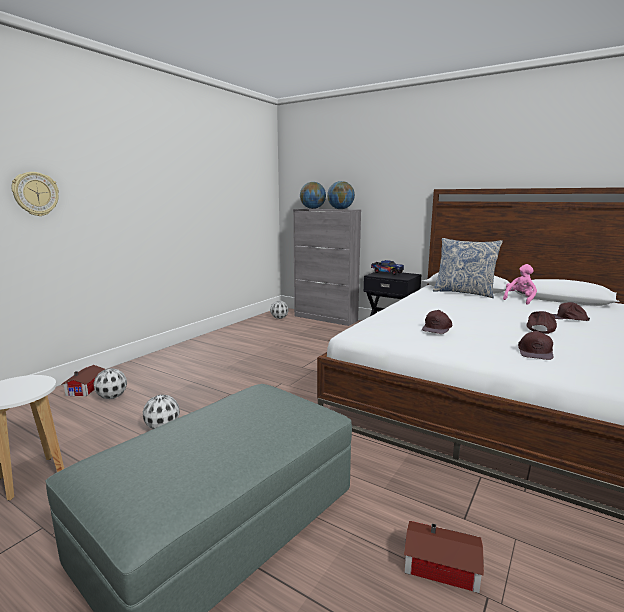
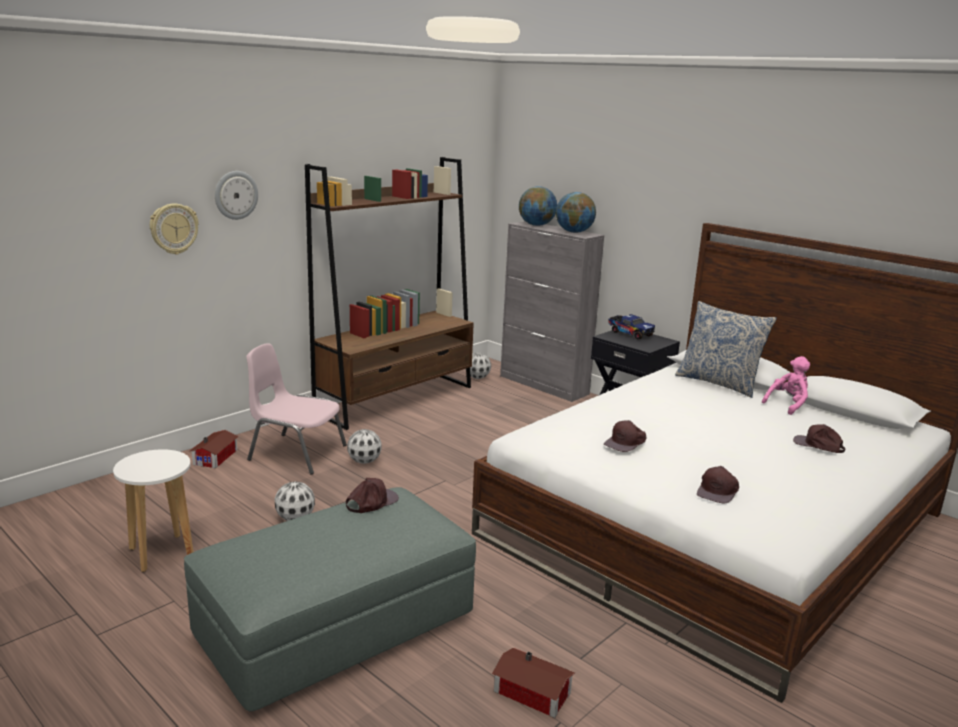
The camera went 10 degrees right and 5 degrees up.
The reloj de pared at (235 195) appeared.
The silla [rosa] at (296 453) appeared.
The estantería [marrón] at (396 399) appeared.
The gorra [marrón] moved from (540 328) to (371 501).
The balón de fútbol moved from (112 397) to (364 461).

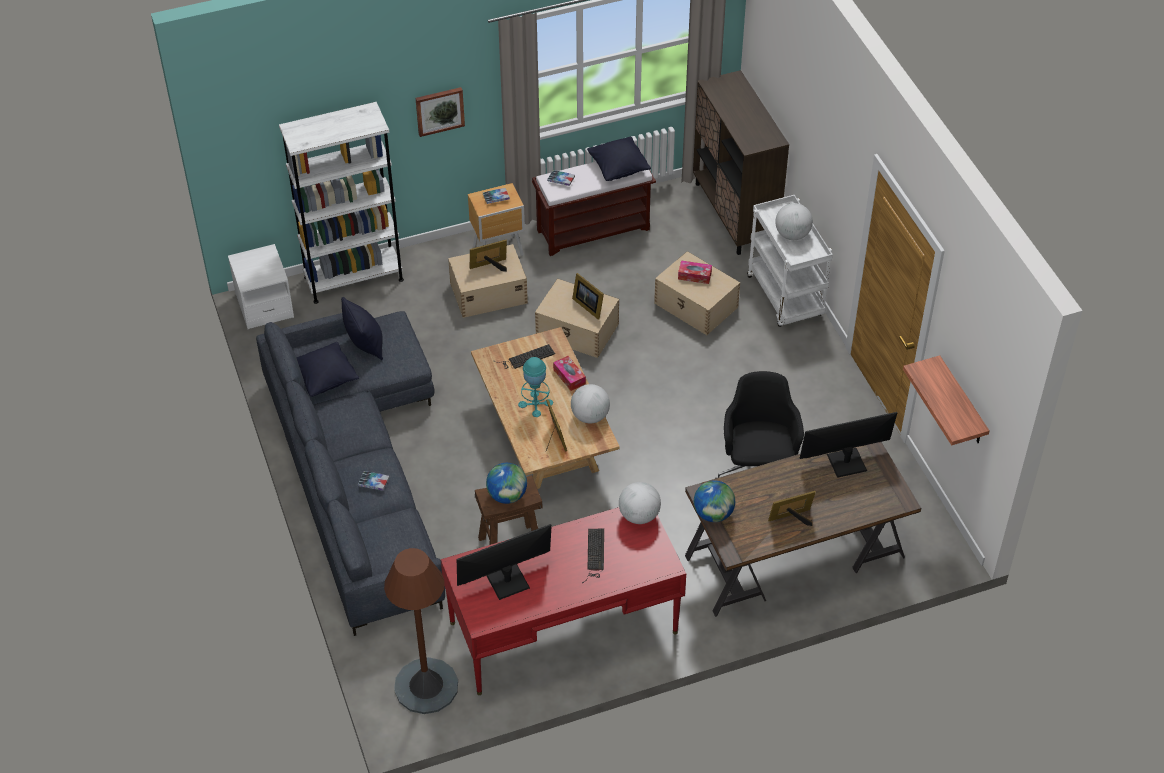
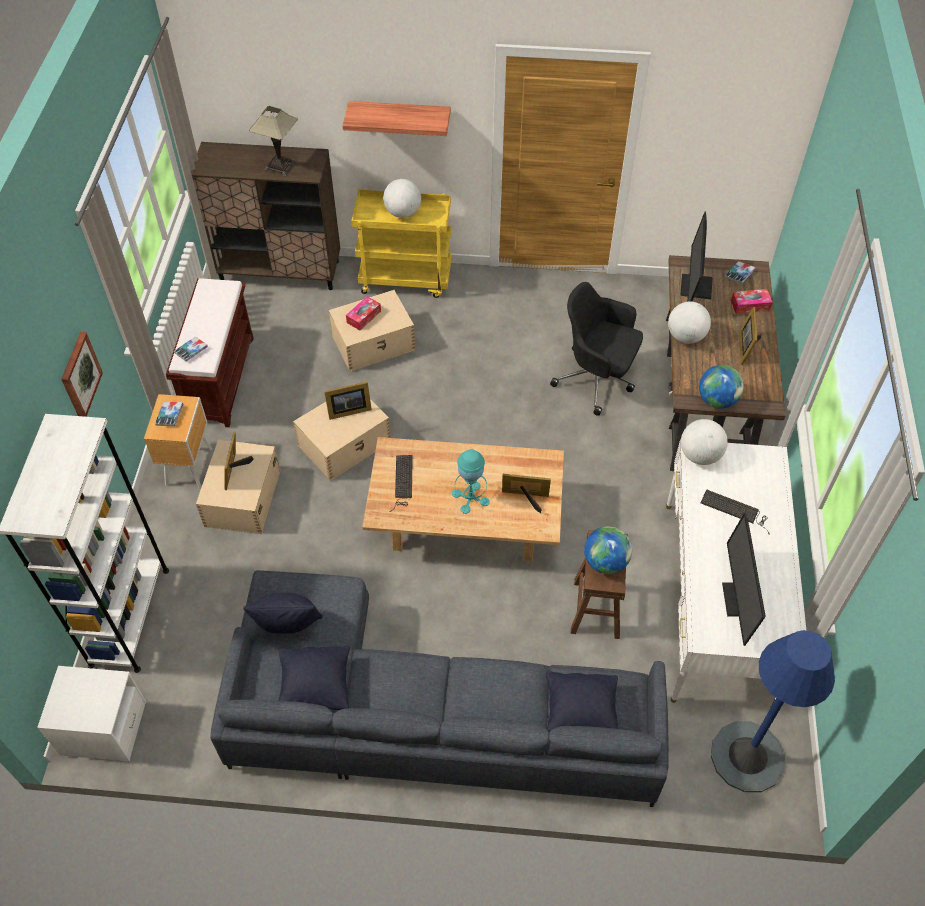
The camera went 65 degrees left and 5 degrees up.
The lámpara de mesa at (280 165) appeared.
The estante moved from (962 403) to (400 117).
The carrito [blanco] at (786 297) became the carrito [amarillo] at (406 279).
The cojín [negro] moved from (618 169) to (580 714).
The escritorio [rojo] at (563 627) became the escritorio [blanco] at (717 601).
The globo terráqueo moved from (590 416) to (685 336).
The lámpara de pie [marrón] at (426 686) became the lámpara de pie [azul] at (747 757).
The libro moved from (373 483) to (739 274).
The caja de pañuelos moved from (569 377) to (750 305).

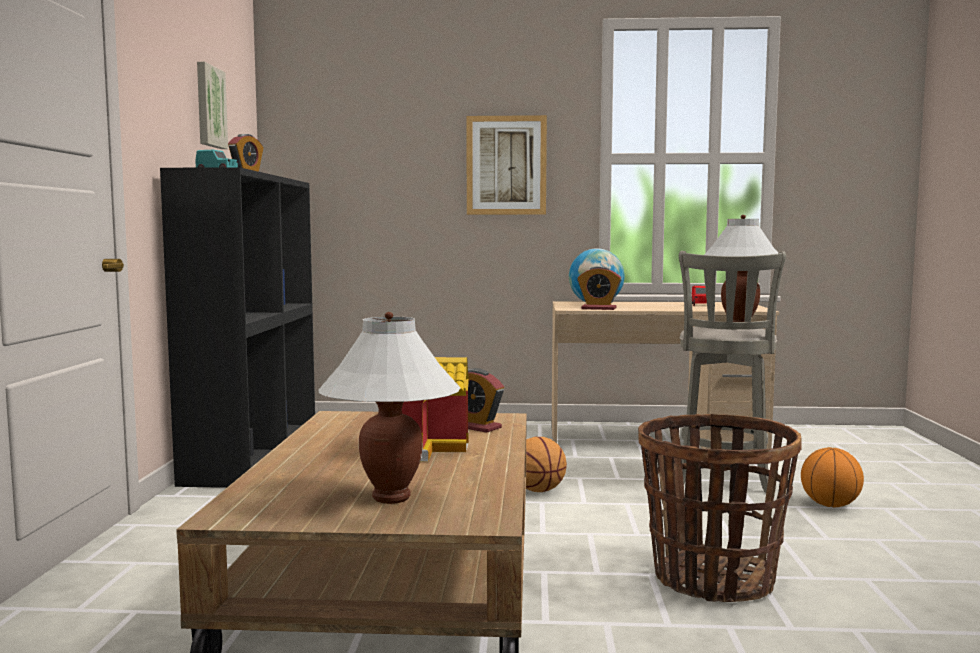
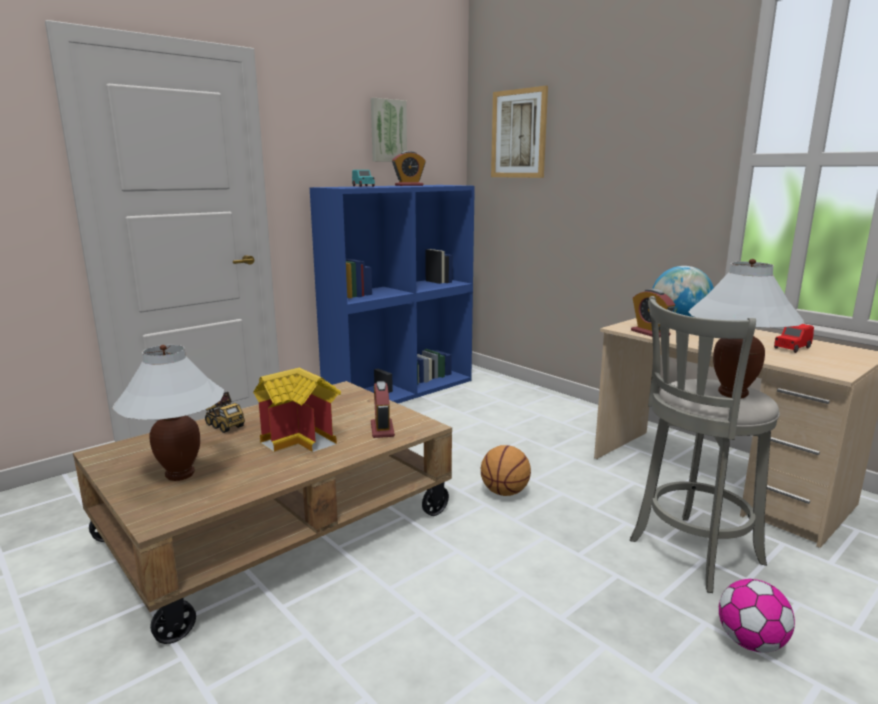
The camera went 45 degrees right and 10 degrees up.
The camión de juguete at (224 425) appeared.
The estantería [negro] at (253 454) became the estantería [azul] at (400 390).
The cuadro moved from (506 165) to (518 134).
The balón de baloncesto at (830 505) was replaced by the balón de fútbol at (750 642).
The cesta at (712 579) disappeared.

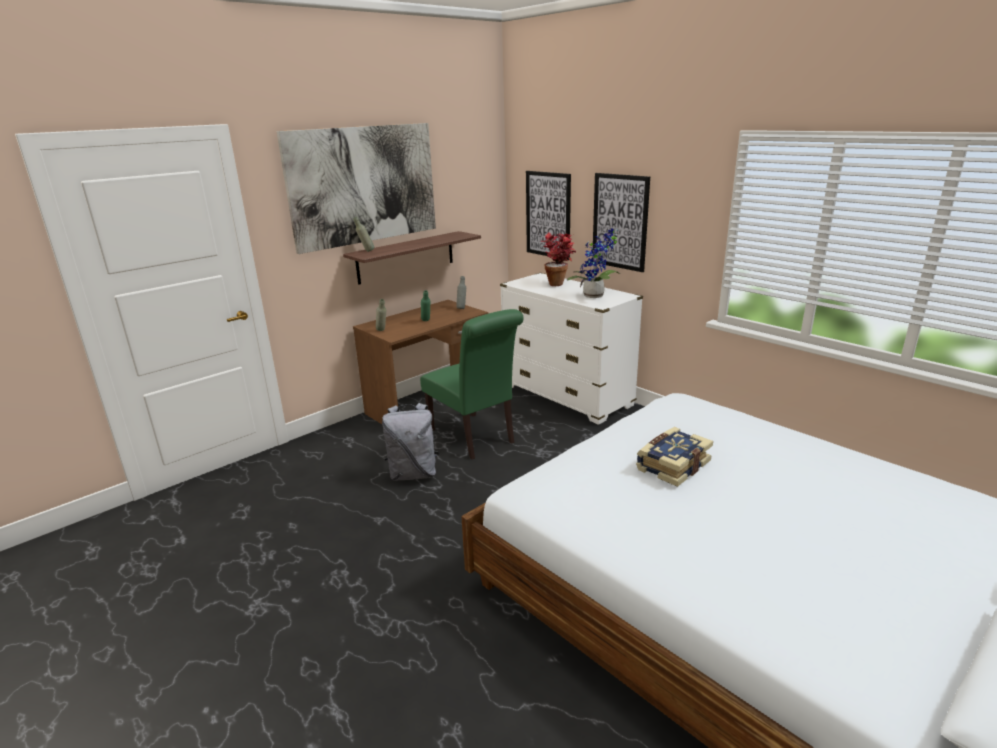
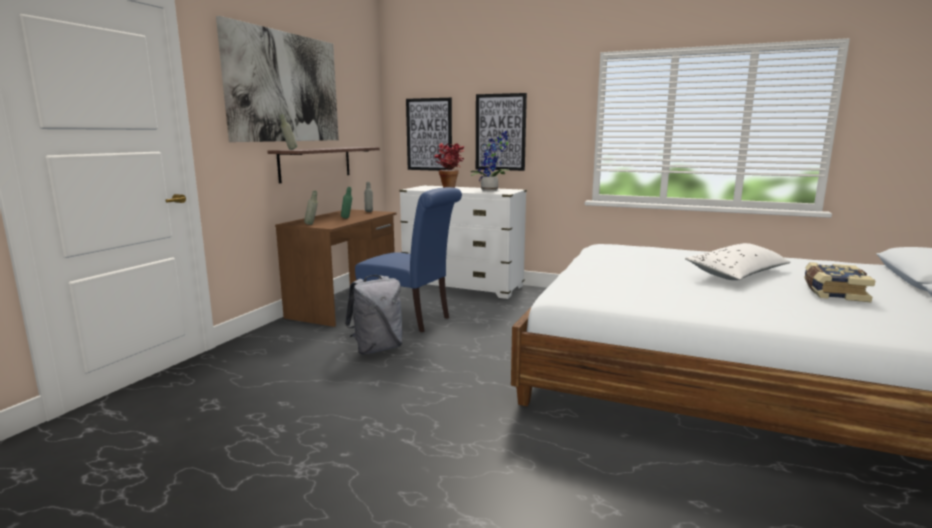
The camera went 25 degrees left and 10 degrees down.
The silla [verde] at (475 438) became the silla [azul] at (411 319).
The cojín [blanco] at (737 273) appeared.
The libro moved from (672 465) to (833 292).

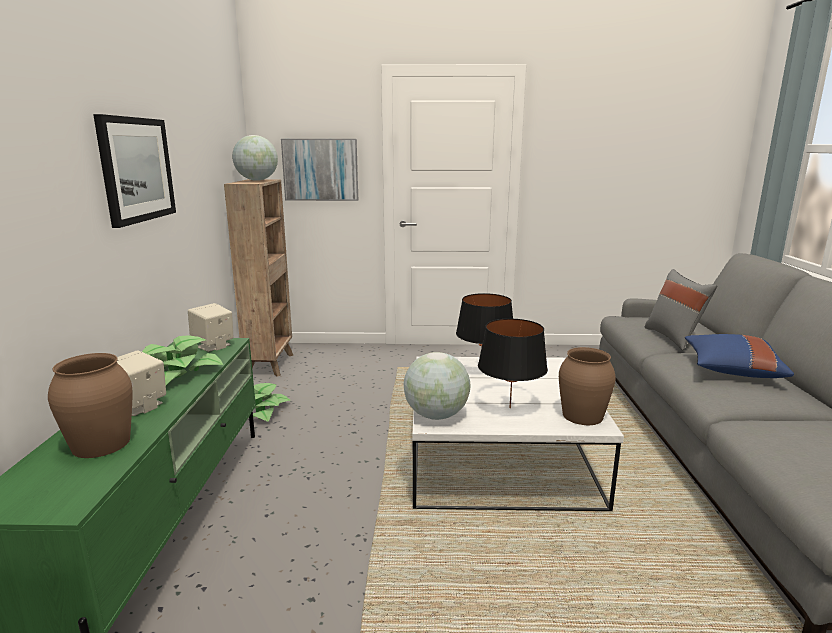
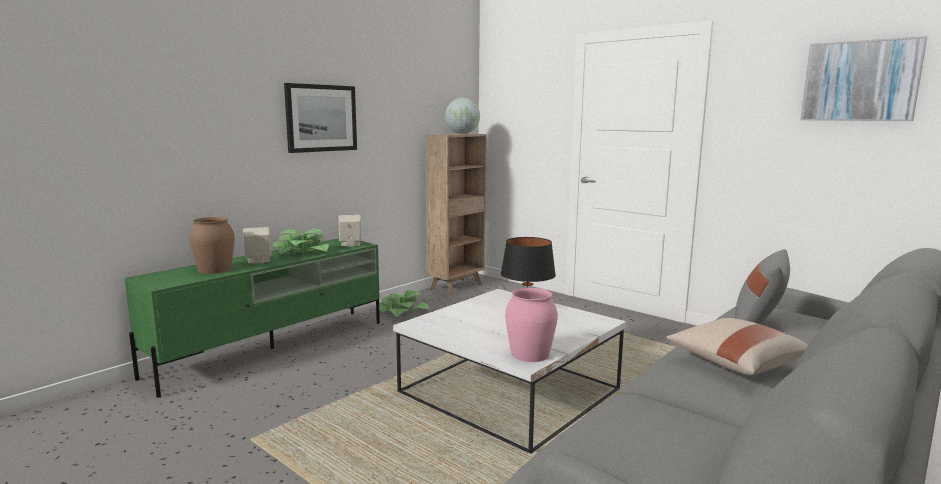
The camera went 40 degrees right and 5 degrees down.
The florero [marrón] at (582 416) became the florero [rosa] at (529 354).
The cojín [azul] at (731 370) became the cojín [beis] at (734 362).
The cuadro moved from (320 169) to (860 81).
The globo terráqueo at (436 415) disappeared.
The lámpara de mesa [negro] at (510 408) disappeared.

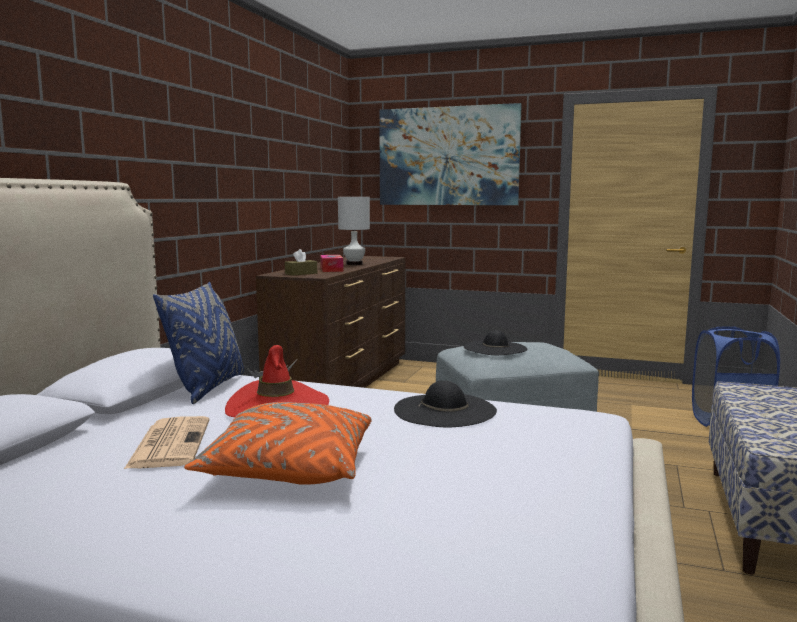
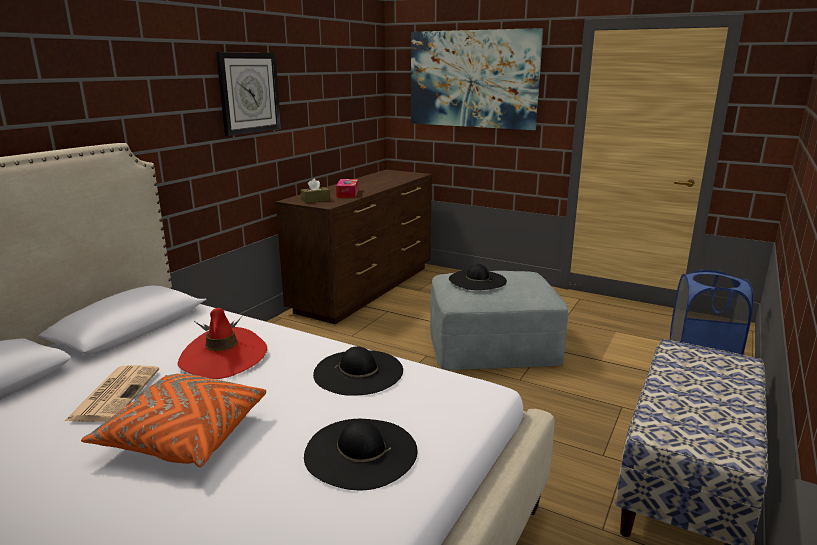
The camera went 10 degrees right and 10 degrees up.
The reloj de pared at (249 93) appeared.
The sombrero [negro] at (360 452) appeared.
The cojín [azul] at (207 387) disappeared.
The lámpara de mesa [blanco] at (354 264) disappeared.

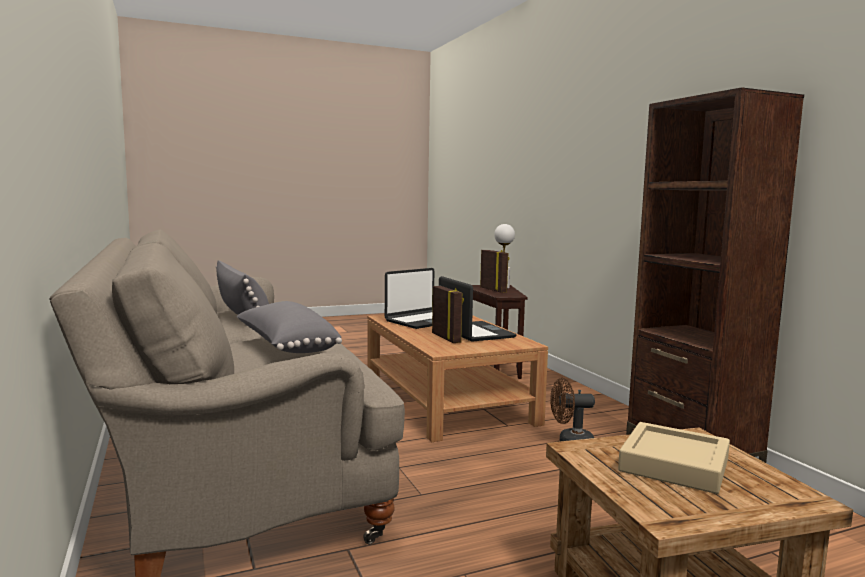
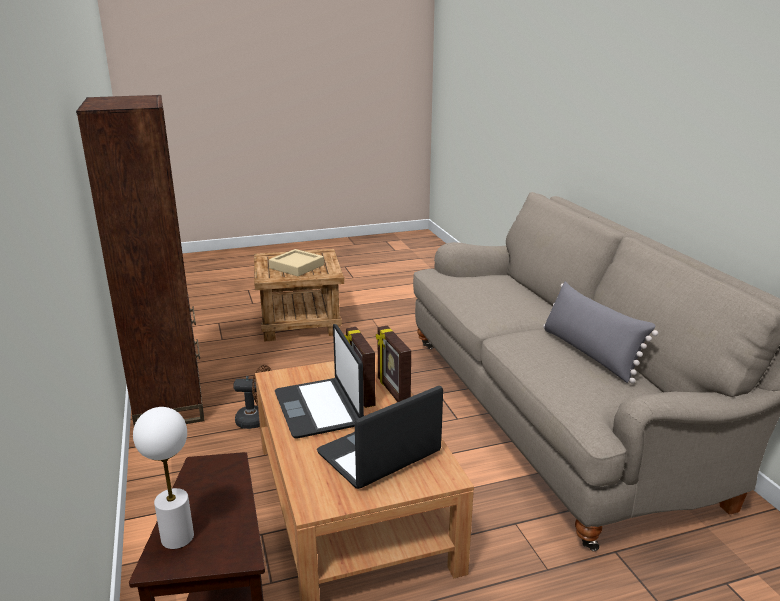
The camera went 175 degrees left and 15 degrees up.
The portarretratos moved from (493 290) to (392 391).
The cojín [gris] at (285 346) disappeared.

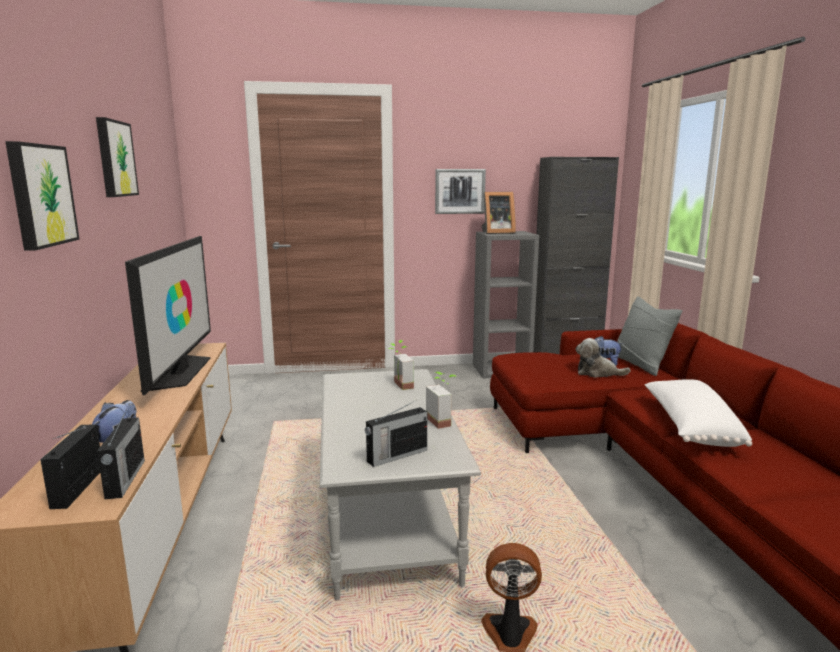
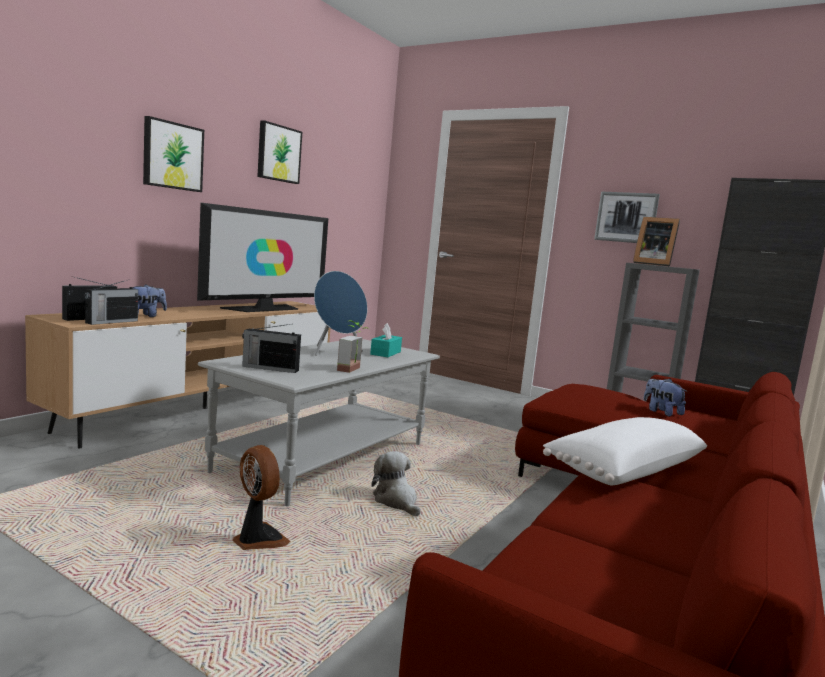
The camera went 40 degrees right and 5 degrees down.
The altavoz [azul] at (335 352) appeared.
The planta en maceta at (399 385) was replaced by the caja de pañuelos [turquesa] at (385 353).
The peluche moved from (597 373) to (396 501).
The cojín [gris] at (641 364) disappeared.

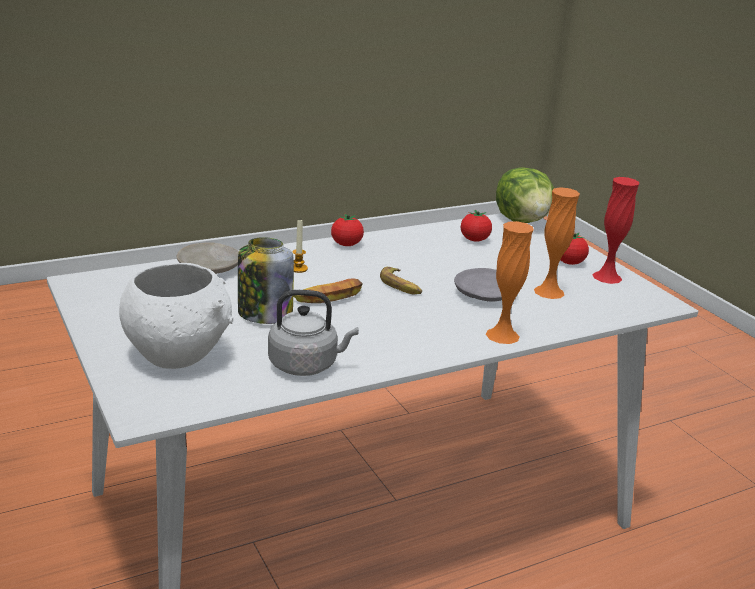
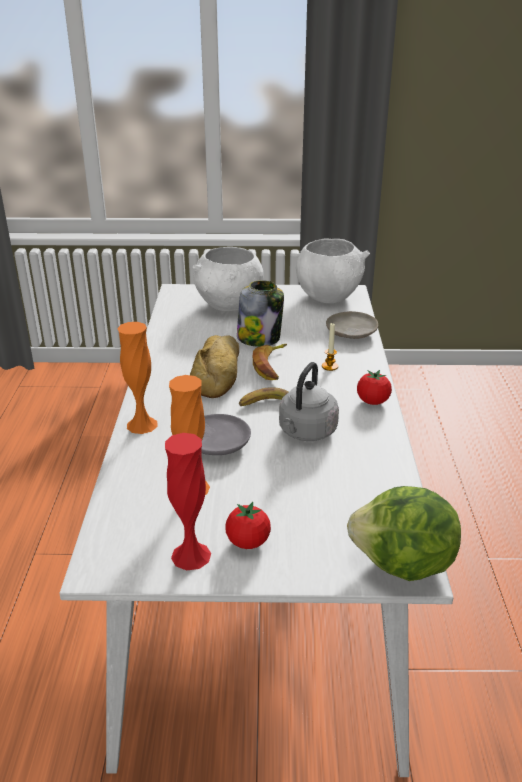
The camera went 120 degrees right and 5 degrees up.
The pan at (218 373) appeared.
The hervidor [gris] moved from (306 365) to (306 432).
The cuenco [blanco] at (328 296) appeared.
The tomate at (474 240) disappeared.

